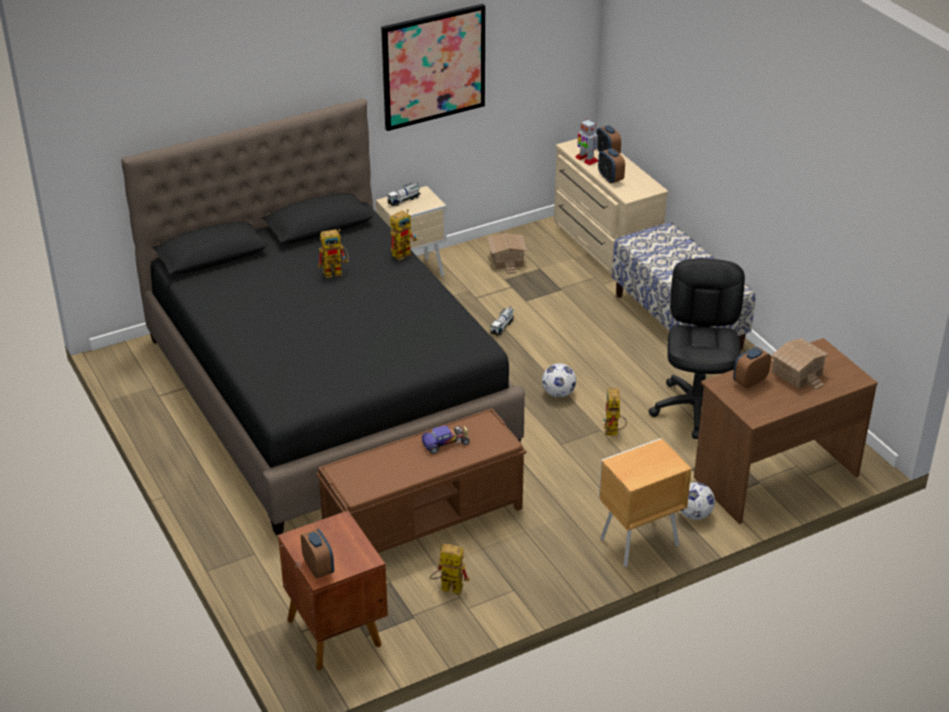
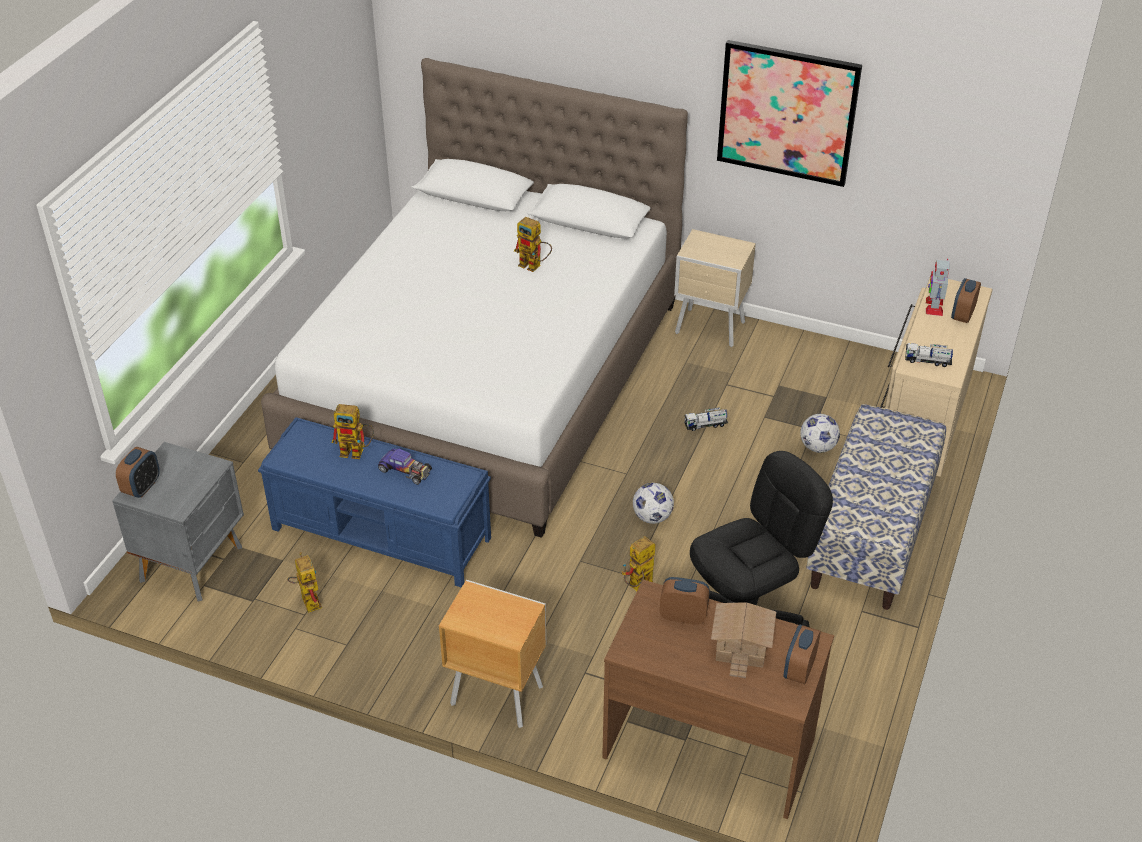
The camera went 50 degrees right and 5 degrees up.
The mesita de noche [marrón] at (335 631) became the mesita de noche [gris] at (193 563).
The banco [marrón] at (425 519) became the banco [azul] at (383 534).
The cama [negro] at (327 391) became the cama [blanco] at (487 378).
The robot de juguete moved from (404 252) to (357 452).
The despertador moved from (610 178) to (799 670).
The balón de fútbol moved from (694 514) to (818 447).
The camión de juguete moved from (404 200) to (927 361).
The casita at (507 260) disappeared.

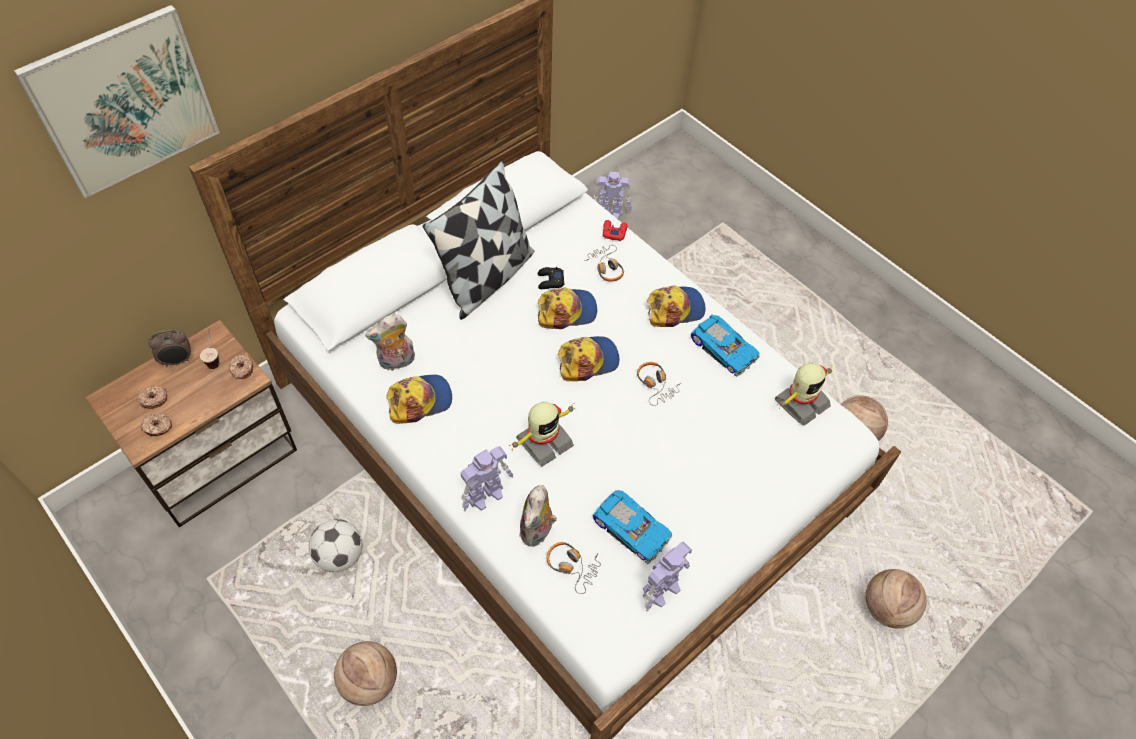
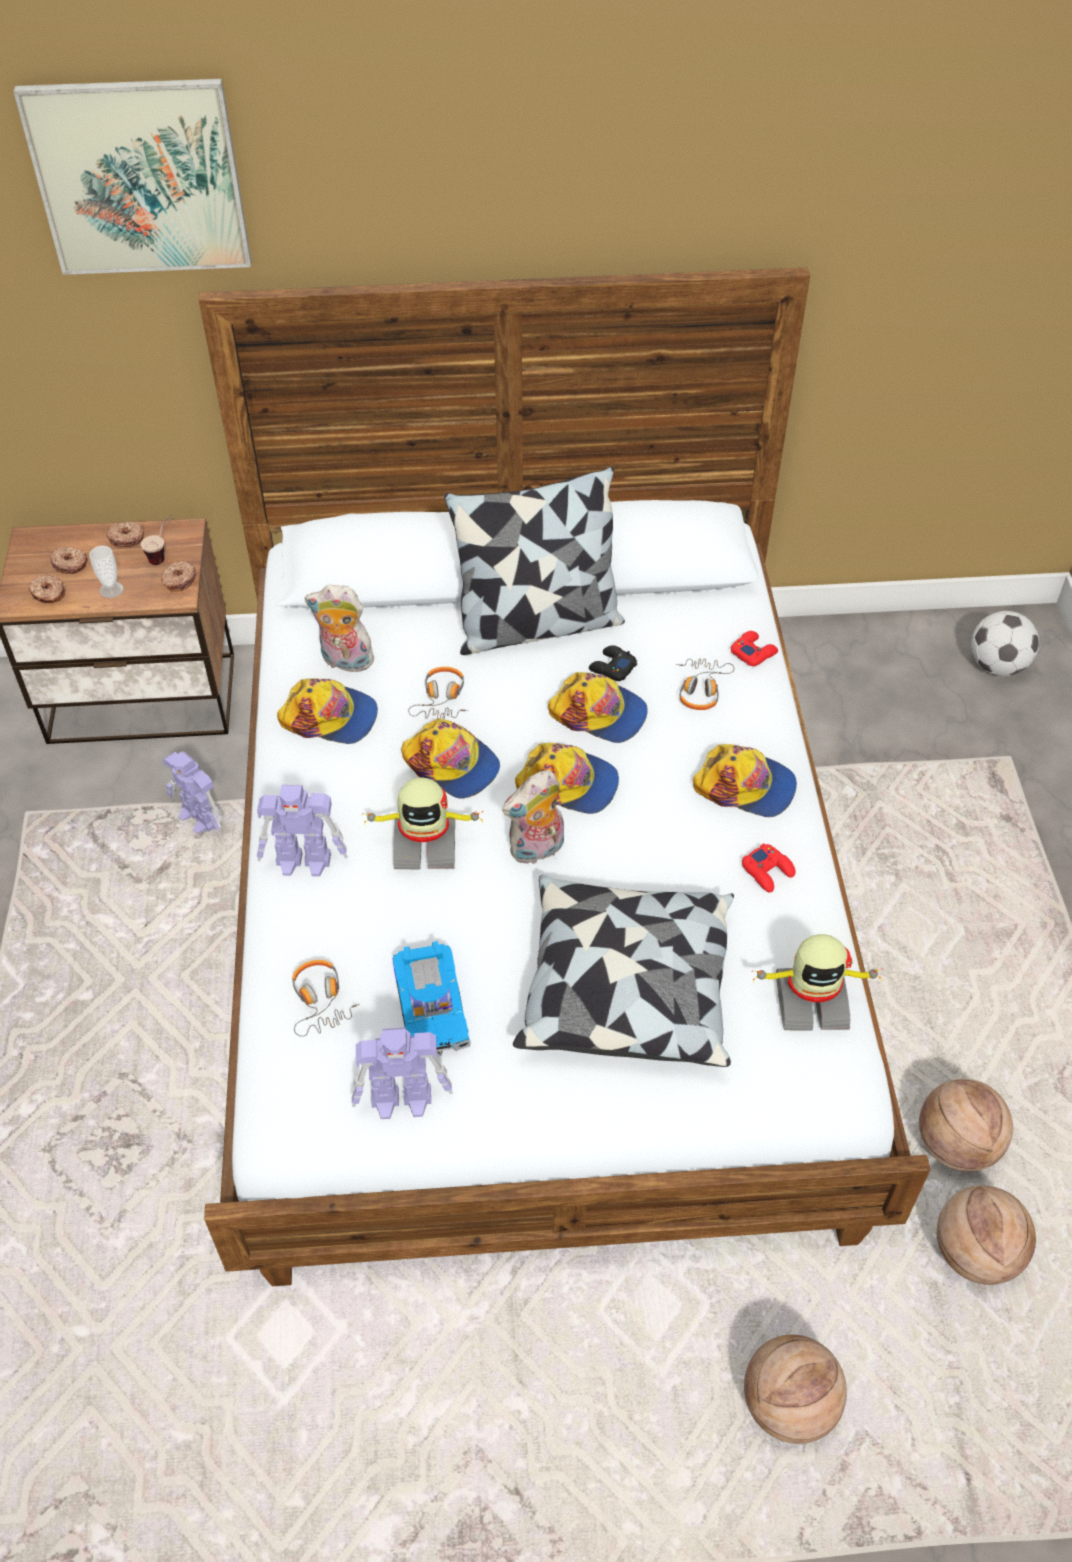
The camera went 40 degrees right and 5 degrees down.
The taza at (111 590) appeared.
The despertador at (178 361) was replaced by the rosquilla at (127 538).
The robot de juguete moved from (610 213) to (200 819).
The gorra at (452 764) appeared.
The auriculares moved from (655 385) to (441 699).
The peluche moved from (537 531) to (537 850).
The cojín at (625 987) appeared.
The coche de juguete at (724 348) was replaced by the mando de consola [rojo] at (768 871).
The balón de baloncesto moved from (370 682) to (975 1253).
The balón de fútbol moved from (340 556) to (997 665).

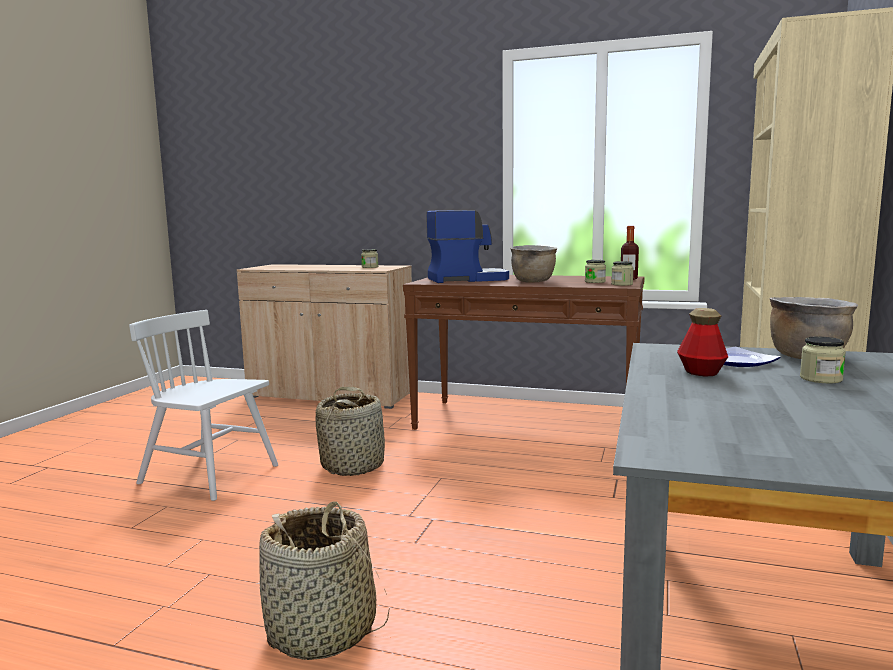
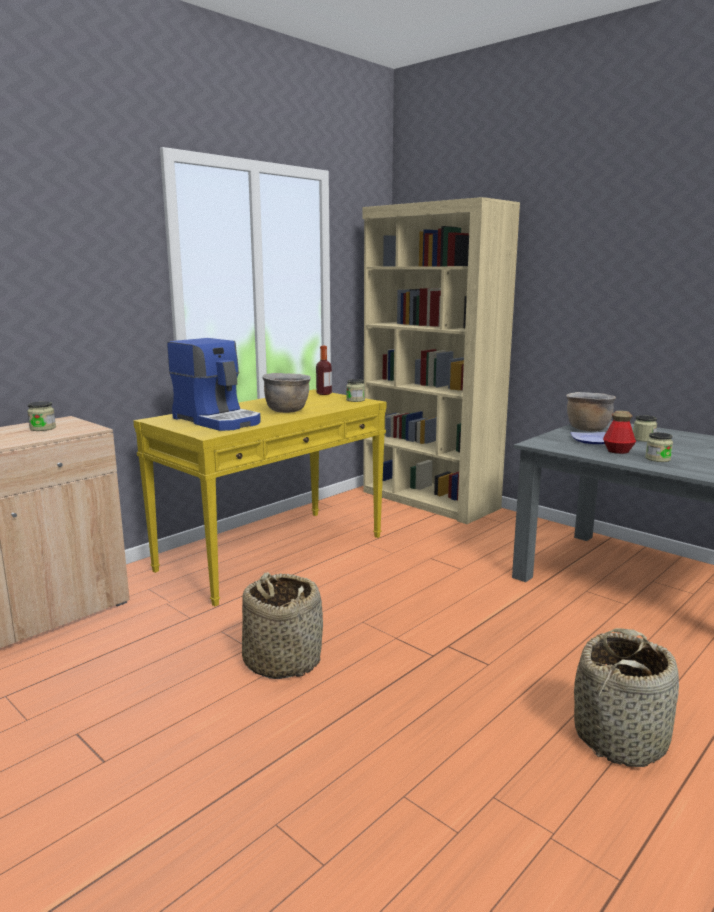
The camera went 65 degrees left and 5 degrees up.
The mesa consola [marrón] at (527 422) became the mesa consola [amarillo] at (273 552).
The cafetera at (467 279) turned 120 degrees clockwise.
The tarro moved from (595 282) to (657 459).
The silla [blanco] at (209 475) disappeared.

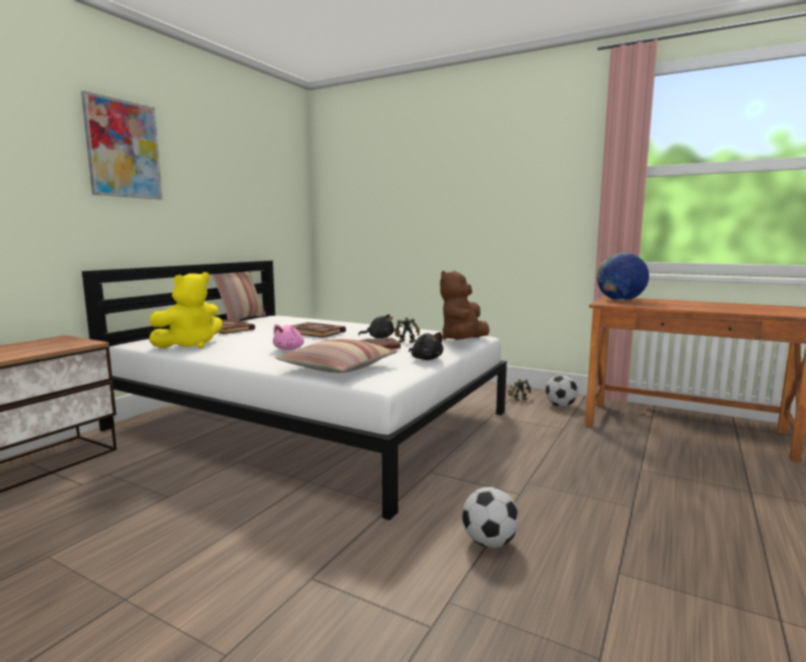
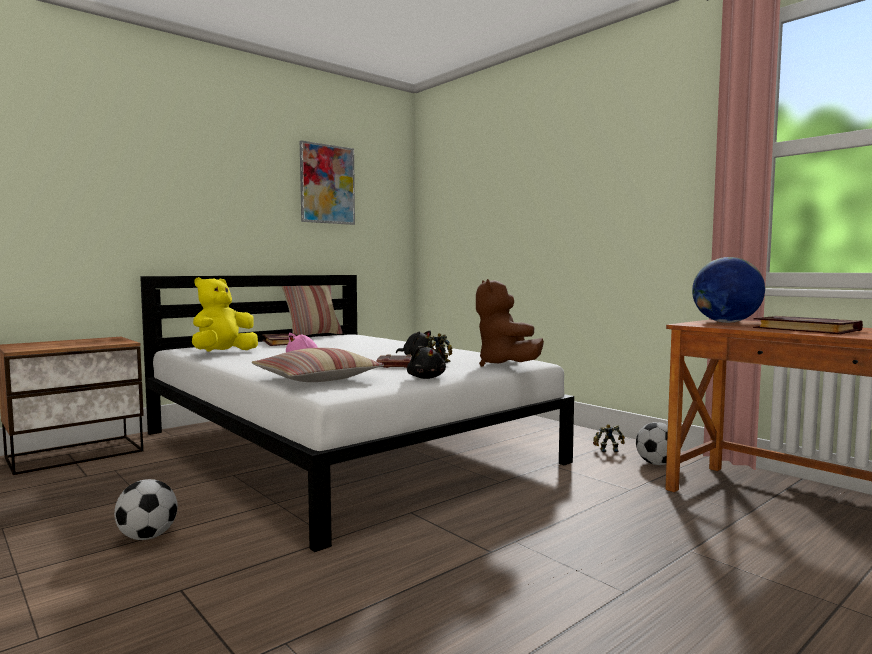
The camera went 20 degrees right and 5 degrees down.
The balón de fútbol moved from (490 542) to (148 537).
The peluche [amarillo] at (190 345) turned 150 degrees clockwise.
The cuadro moved from (123 149) to (327 184).
The peluche [marrón] at (463 341) turned 60 degrees counterclockwise.
The libro moved from (316 332) to (807 329).

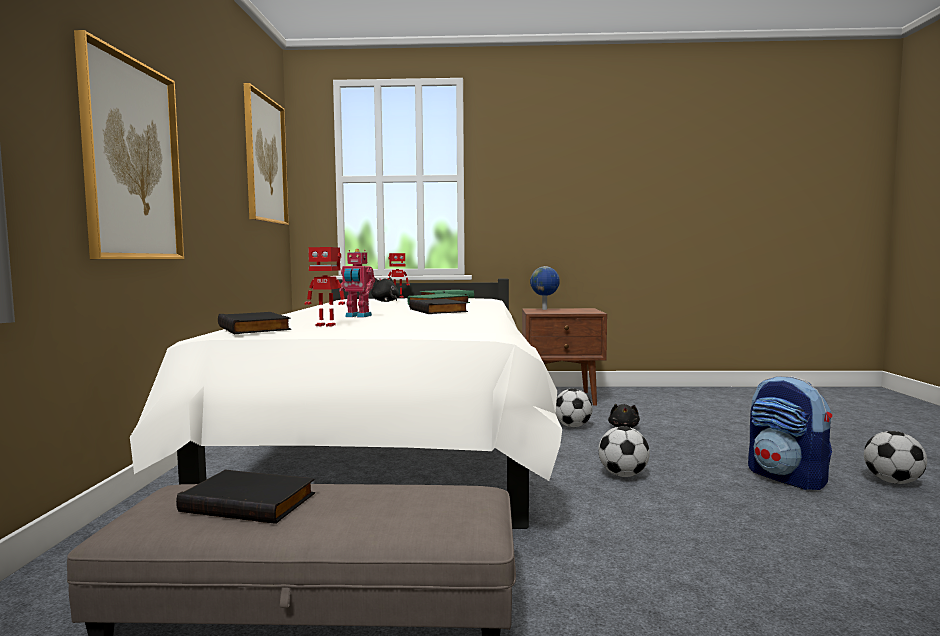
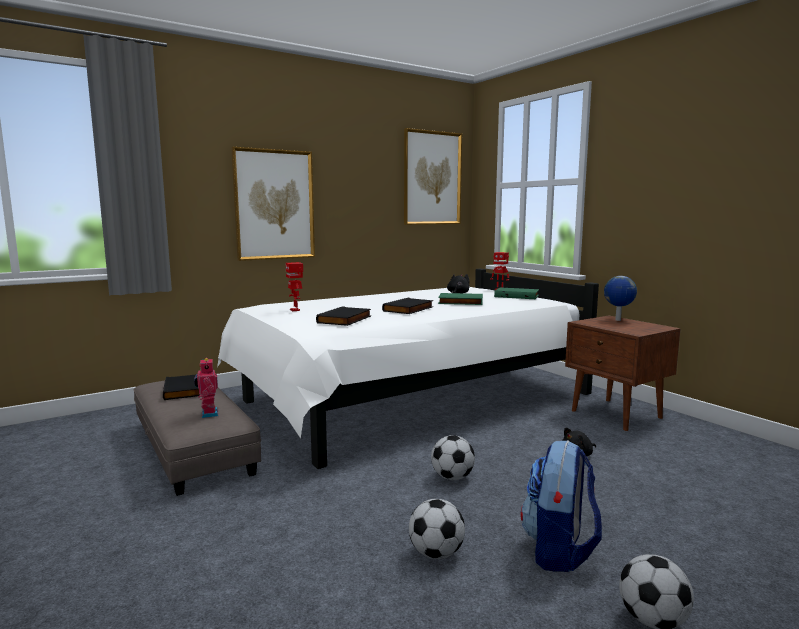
The camera went 55 degrees right and 5 degrees up.
The robot de juguete moved from (357 316) to (208 414).
The libro [negro] moved from (256 328) to (345 320).
The balón de fútbol moved from (572 426) to (436 553).

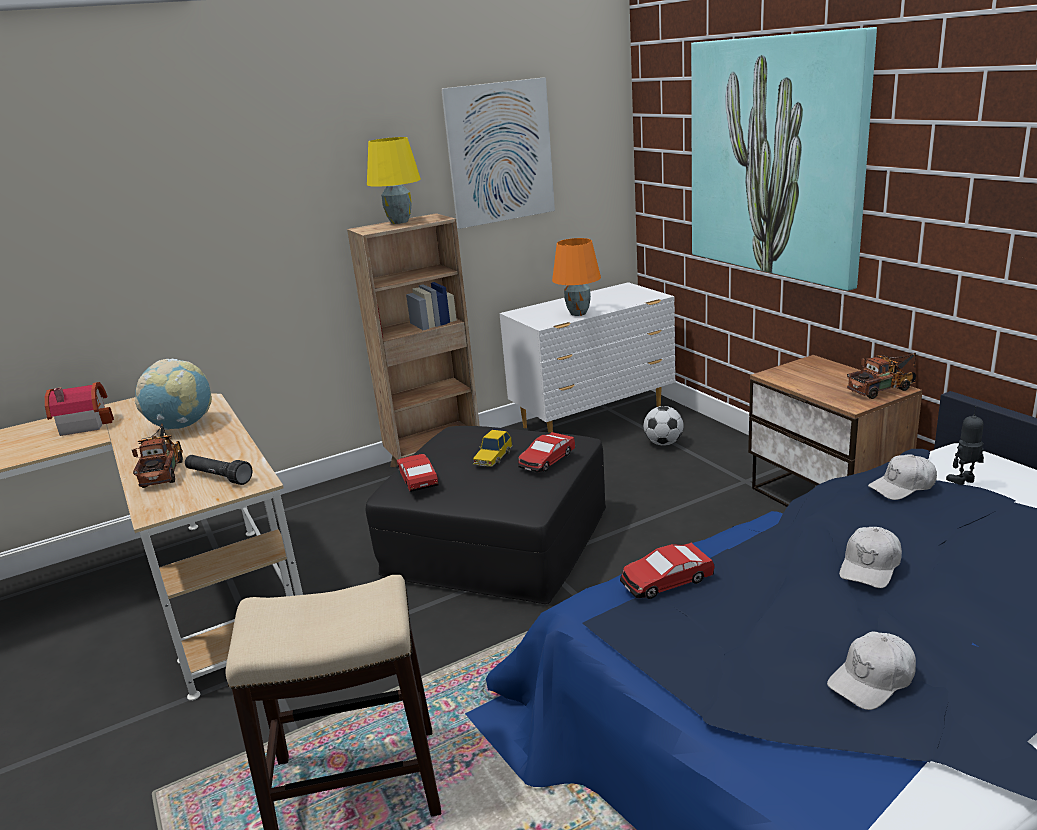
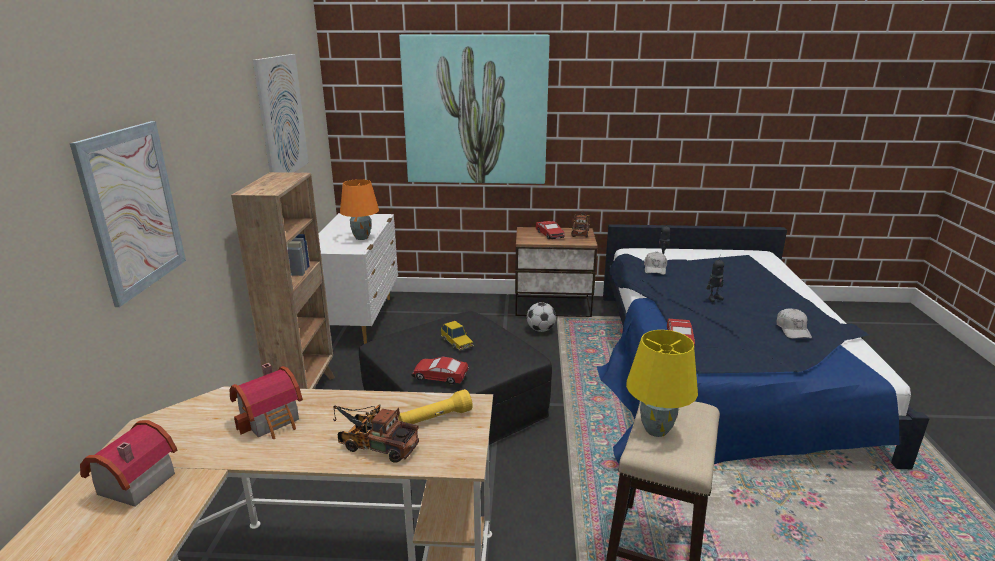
The camera went 60 degrees left and 0 degrees up.
The cuadro at (133 210) appeared.
The globo terráqueo at (182 426) was replaced by the casita at (273 420).
The linterna [negro] at (219 477) became the linterna [amarillo] at (435 419).
The balón de fútbol moved from (663 443) to (540 330).
The coche de juguete moved from (547 460) to (549 234).
The lámpara de mesa [amarillo] moved from (399 222) to (655 430).
The gorra [blanco] at (870 566) was replaced by the robot de juguete at (713 298).

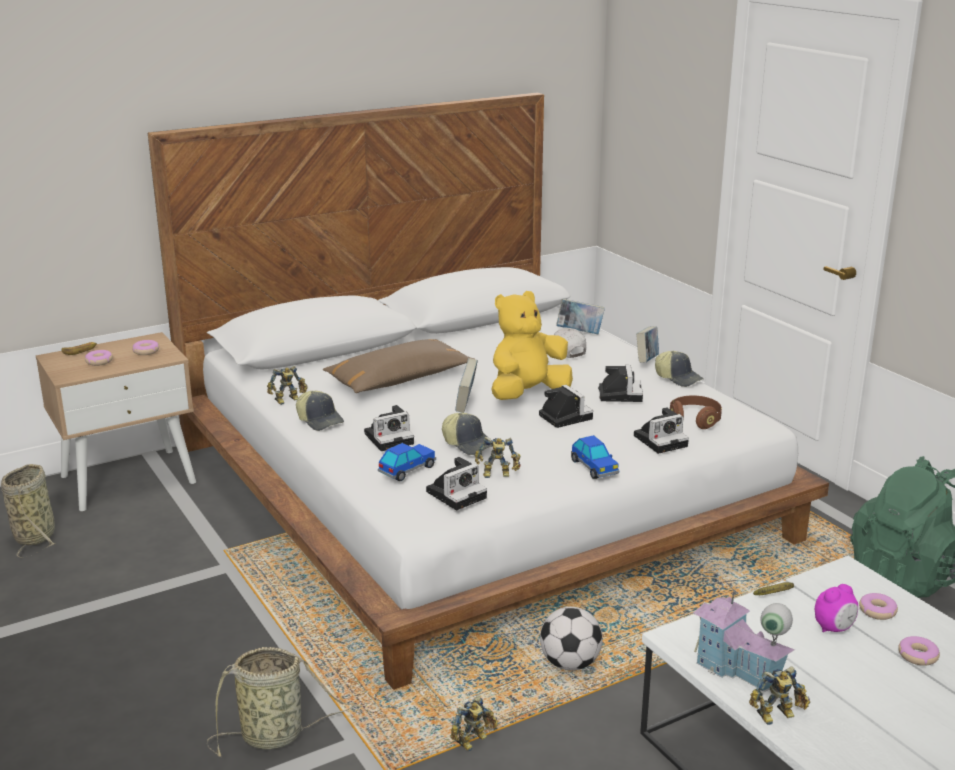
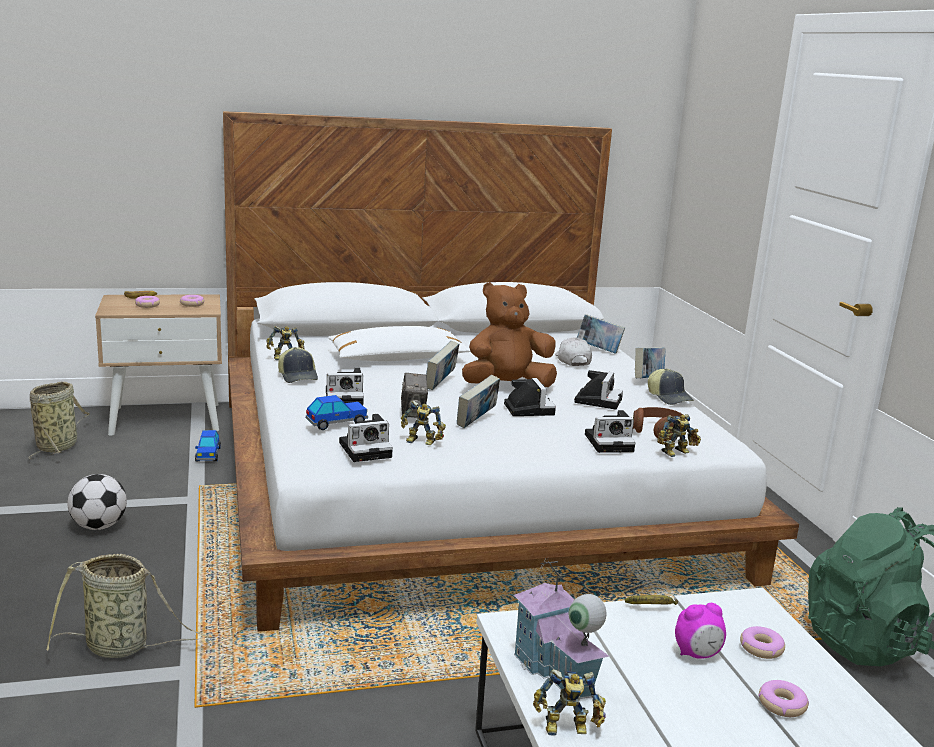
The camera went 15 degrees right and 5 degrees down.
The balón de fútbol moved from (570 664) to (99 526).
The coche de juguete moved from (594 468) to (208 455).
The cojín [marrón] at (399 379) became the cojín [blanco] at (397 359).
The gorra at (468 444) was replaced by the cámara at (413 413).
The libro at (476 422) appeared.
The peluche [amarillo] at (527 394) became the peluche [marrón] at (506 386).
The robot de juguete moved from (474 741) to (677 453).

